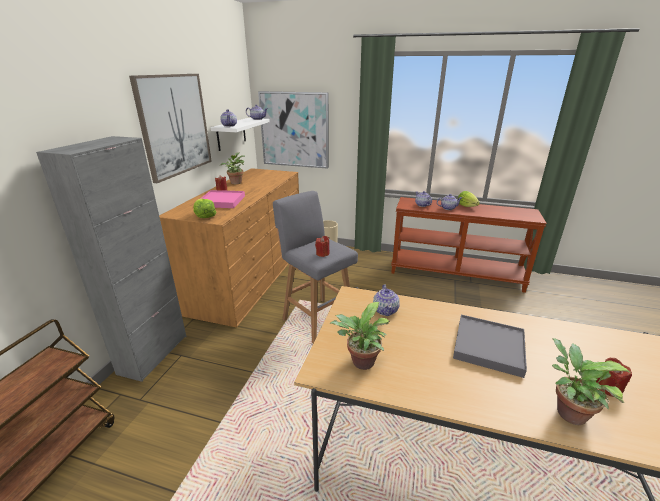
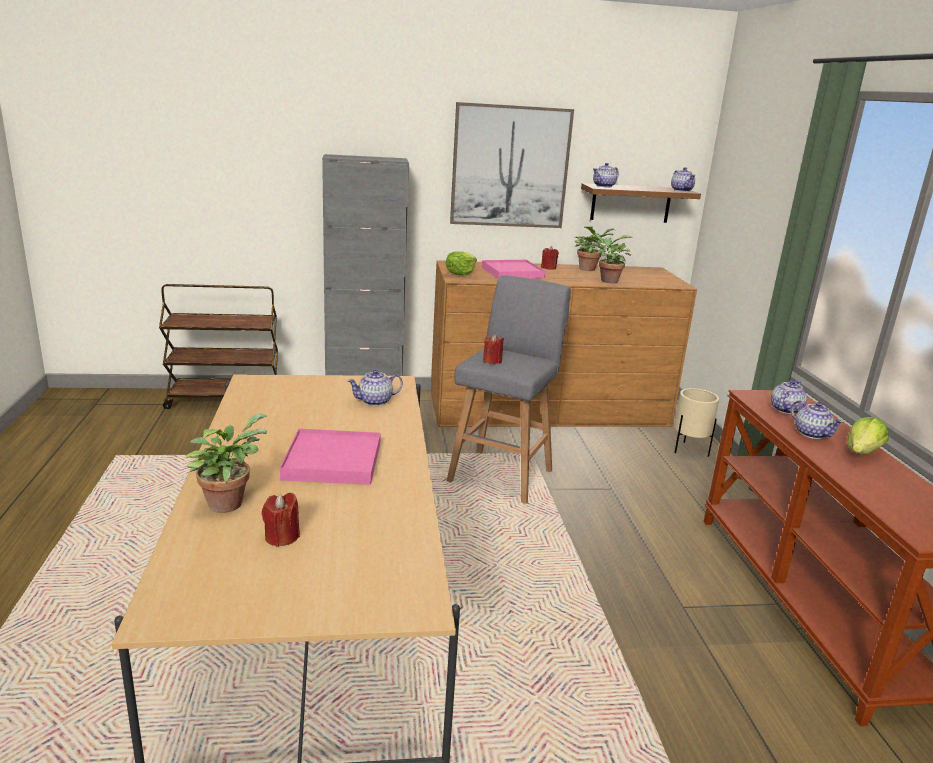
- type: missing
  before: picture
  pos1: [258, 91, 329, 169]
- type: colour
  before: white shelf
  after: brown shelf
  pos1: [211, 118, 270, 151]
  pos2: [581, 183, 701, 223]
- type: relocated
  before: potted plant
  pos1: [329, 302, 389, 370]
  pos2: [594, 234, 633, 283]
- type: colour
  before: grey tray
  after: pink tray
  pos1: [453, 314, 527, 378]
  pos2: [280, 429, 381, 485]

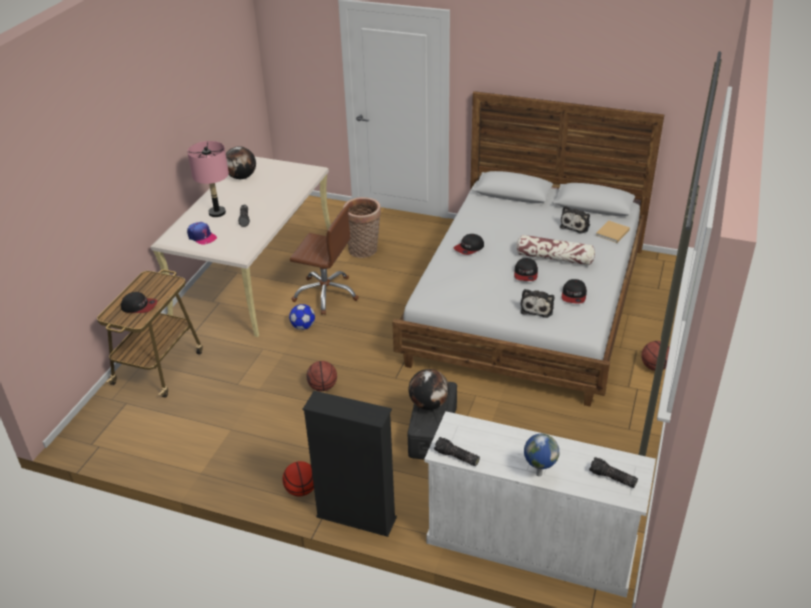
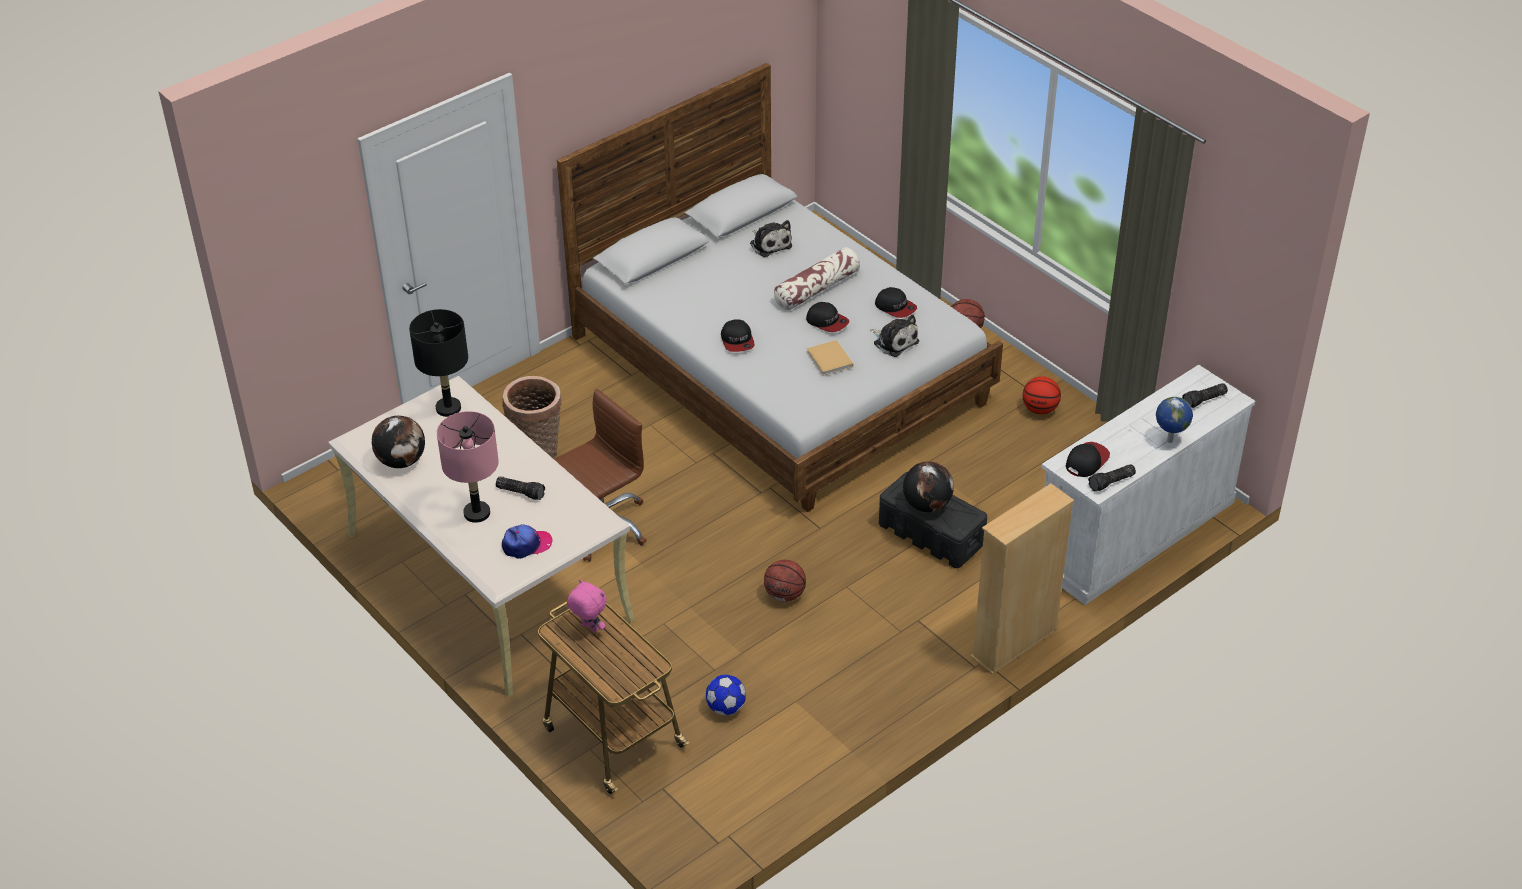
- type: relocated
  before: beige book
  pos1: [596, 221, 630, 243]
  pos2: [807, 340, 853, 376]
- type: relocated
  before: cap
  pos1: [121, 292, 157, 313]
  pos2: [1066, 442, 1110, 477]
- type: relocated
  before: football
  pos1: [289, 304, 315, 330]
  pos2: [706, 675, 746, 715]
- type: colour
  before: black bookcase
  after: beige bookcase
  pos1: [302, 391, 397, 537]
  pos2: [970, 483, 1074, 675]
- type: relocated
  before: basketball
  pos1: [282, 461, 314, 497]
  pos2: [1023, 376, 1061, 415]
- type: appeared
  after: black table lamp
  pos2: [409, 309, 468, 417]
- type: appeared
  after: pink plush toy
  pos2: [567, 579, 607, 633]

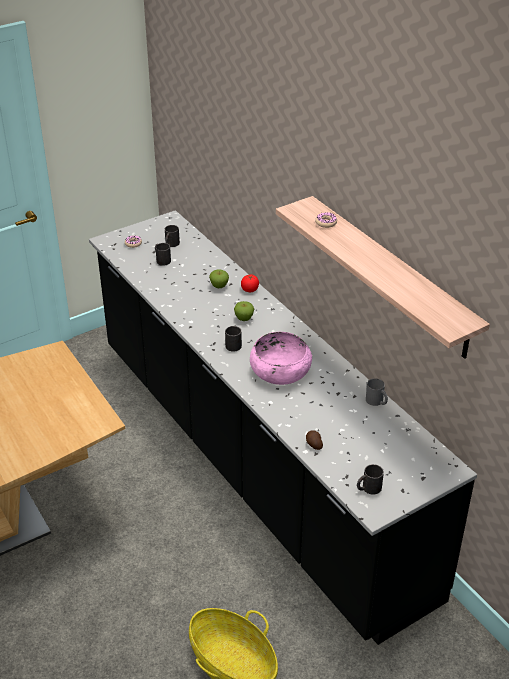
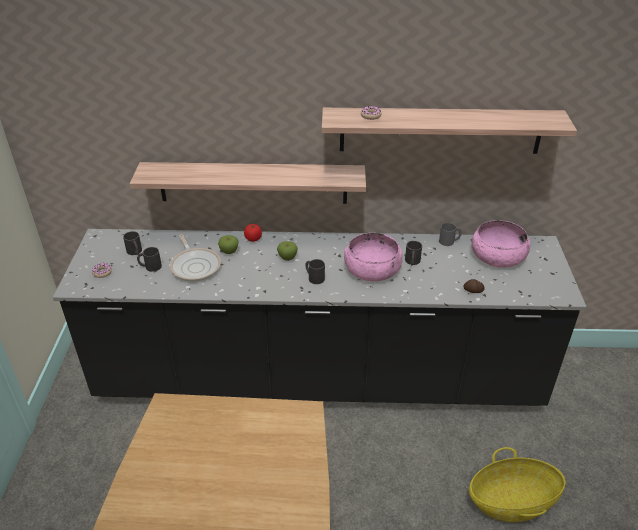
- type: relocated
  before: black mug
  pos1: [357, 464, 384, 495]
  pos2: [405, 241, 422, 266]
- type: appeared
  after: shelf
  pos2: [130, 162, 366, 204]
- type: appeared
  after: pink bowl
  pos2: [471, 220, 531, 268]
- type: appeared
  after: frying pan
  pos2: [170, 234, 221, 282]

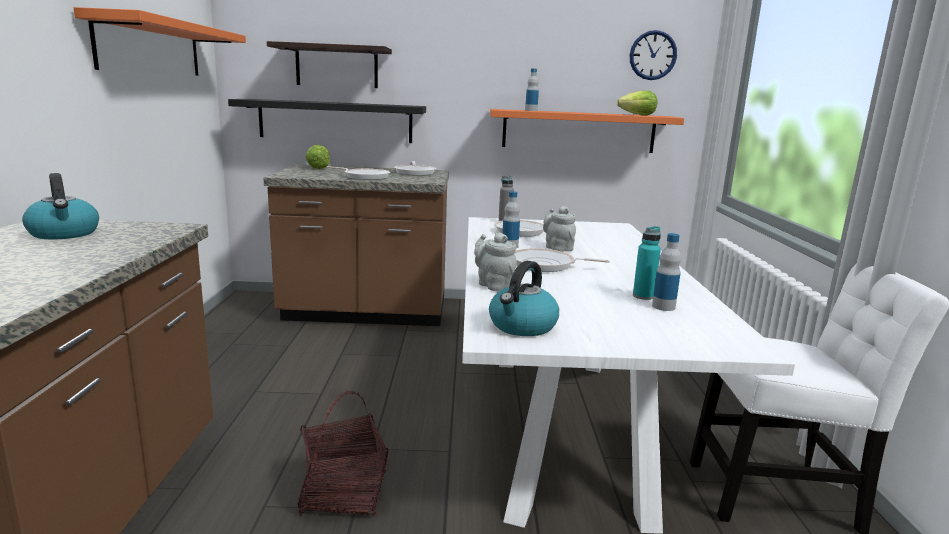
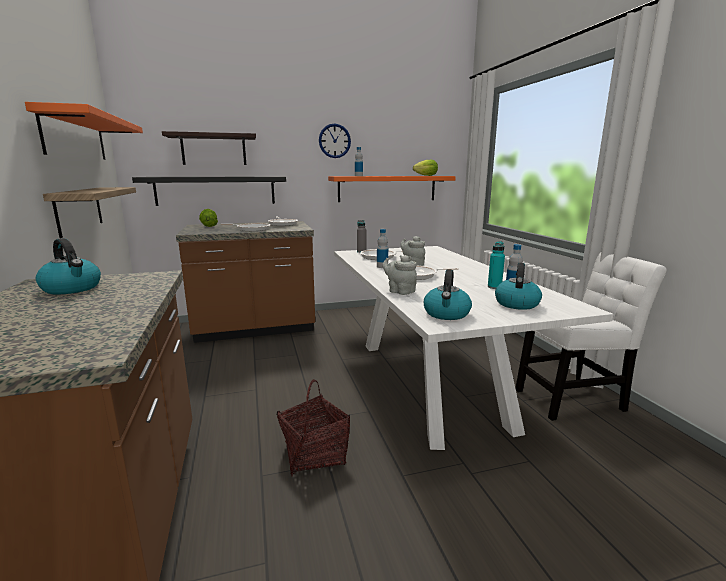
- type: relocated
  before: wall clock
  pos1: [630, 30, 677, 80]
  pos2: [319, 124, 351, 158]
- type: appeared
  after: shelf
  pos2: [43, 187, 136, 238]
- type: appeared
  after: kettle
  pos2: [495, 263, 542, 310]

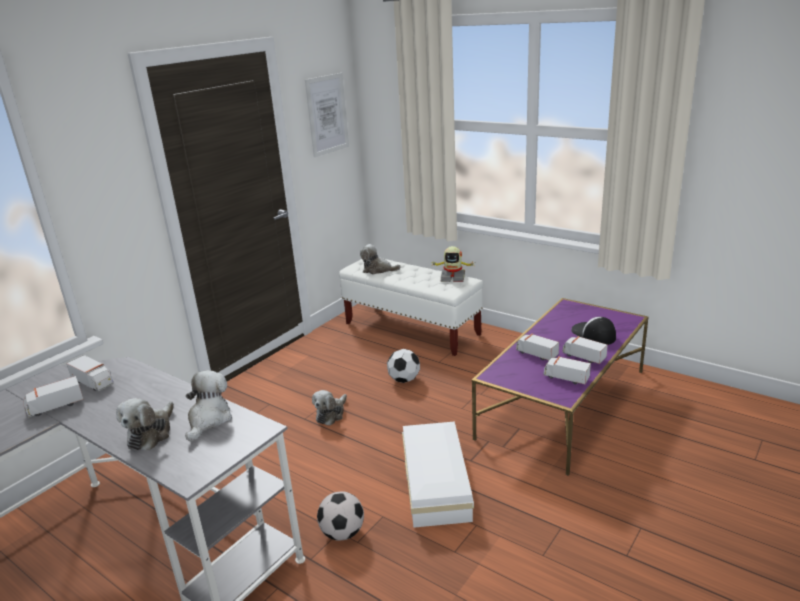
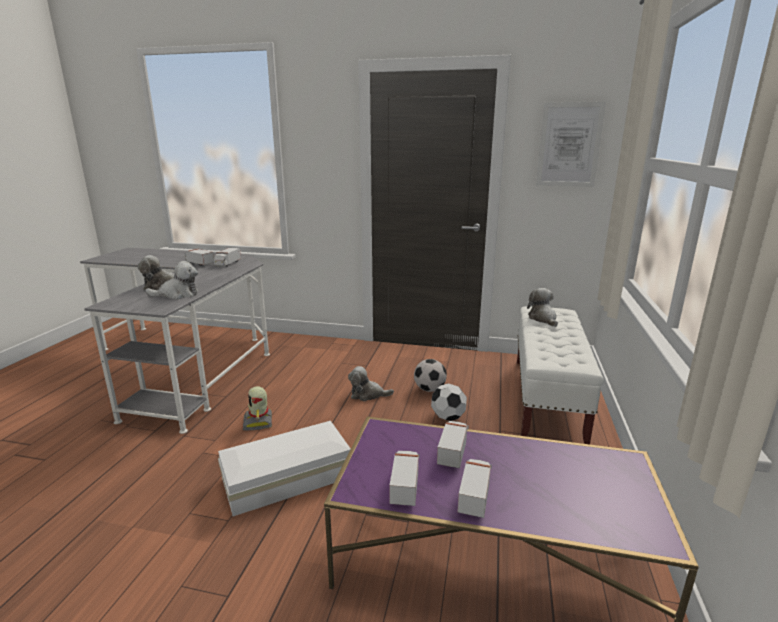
- type: relocated
  before: toy robot
  pos1: [431, 246, 473, 282]
  pos2: [243, 386, 272, 431]
- type: missing
  before: cap
  pos1: [571, 317, 616, 345]
- type: relocated
  before: football
  pos1: [317, 491, 364, 540]
  pos2: [414, 359, 447, 392]

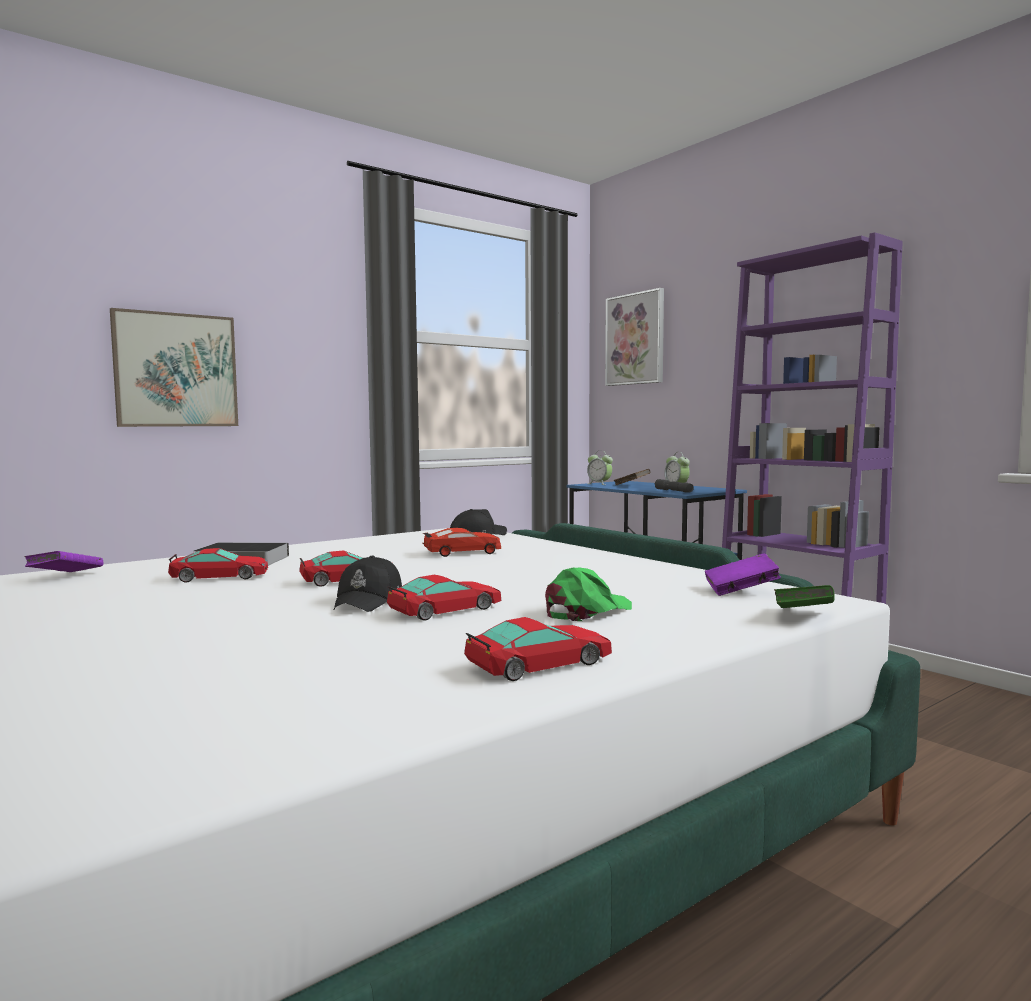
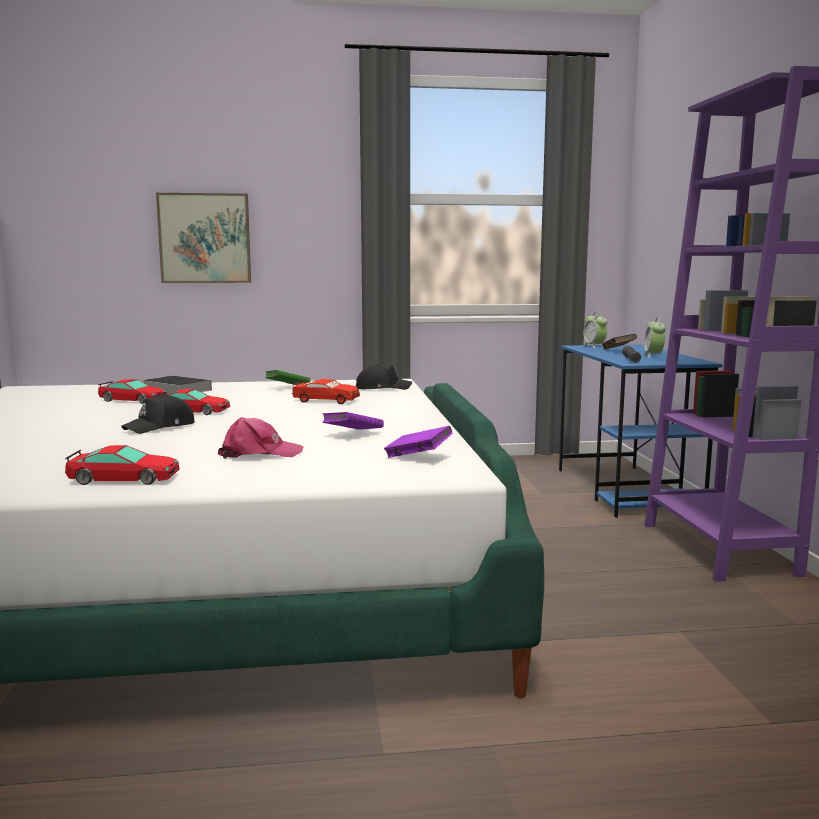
- type: missing
  before: picture
  pos1: [605, 288, 664, 386]
- type: relocated
  before: purple book
  pos1: [25, 551, 103, 572]
  pos2: [323, 412, 384, 430]
- type: colour
  before: green cap
  after: pink cap
  pos1: [545, 567, 632, 621]
  pos2: [218, 417, 303, 459]
- type: missing
  before: toy car
  pos1: [387, 575, 501, 621]
- type: relocated
  before: green book
  pos1: [774, 585, 835, 608]
  pos2: [265, 370, 310, 385]

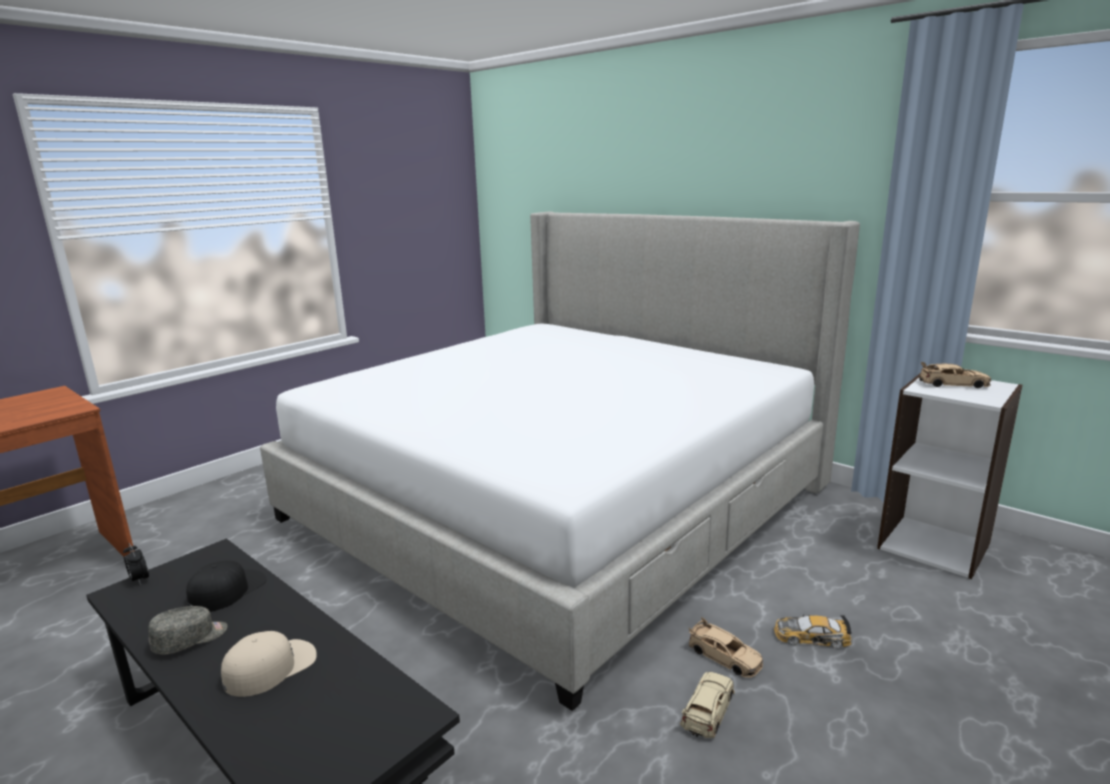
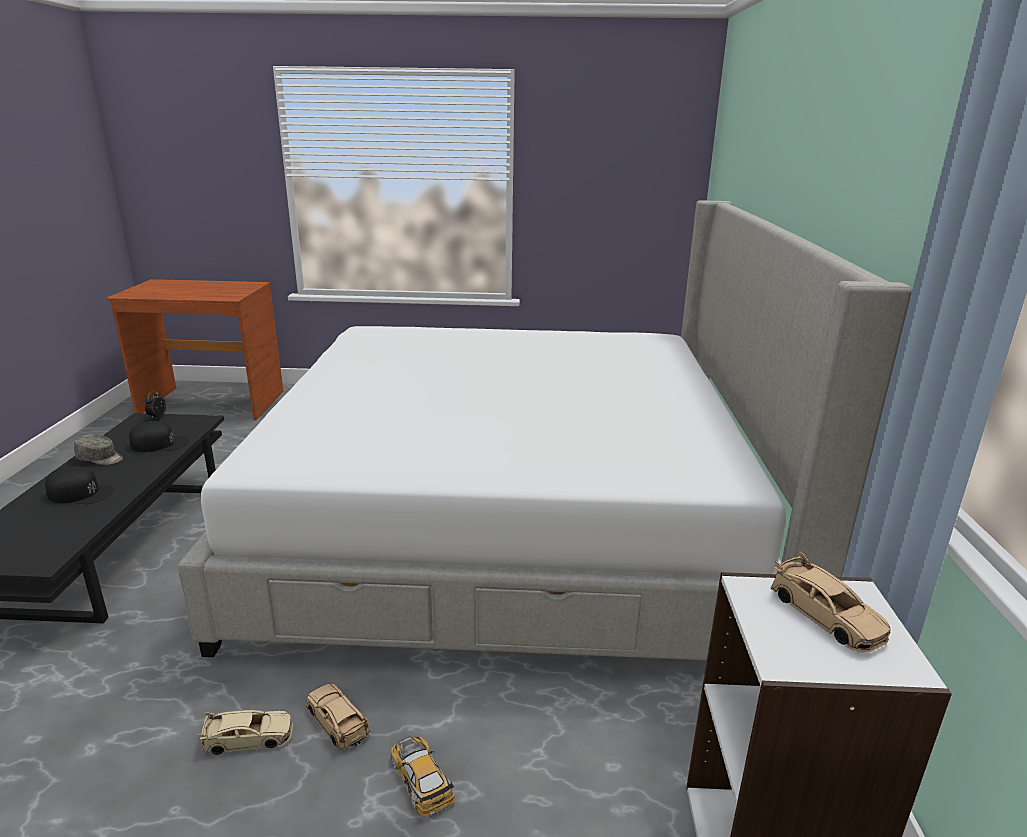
- type: spun
  before: beige toy car
  pos1: [689, 617, 763, 678]
  pos2: [306, 684, 370, 750]
  turn: 135
- type: colour
  before: beige cap
  after: black cap
  pos1: [221, 631, 317, 697]
  pos2: [45, 466, 114, 504]

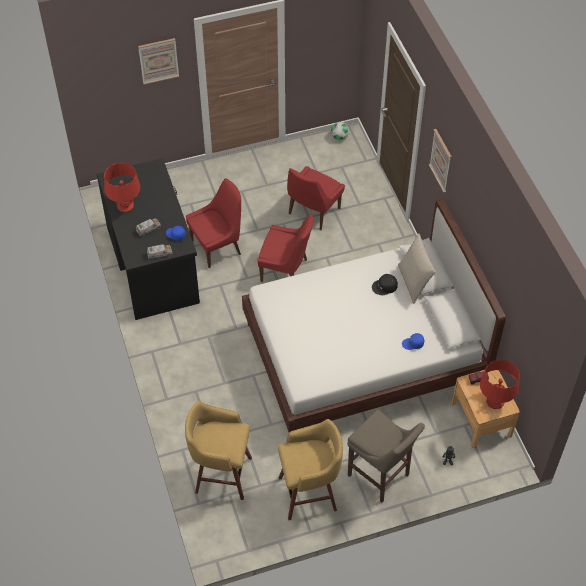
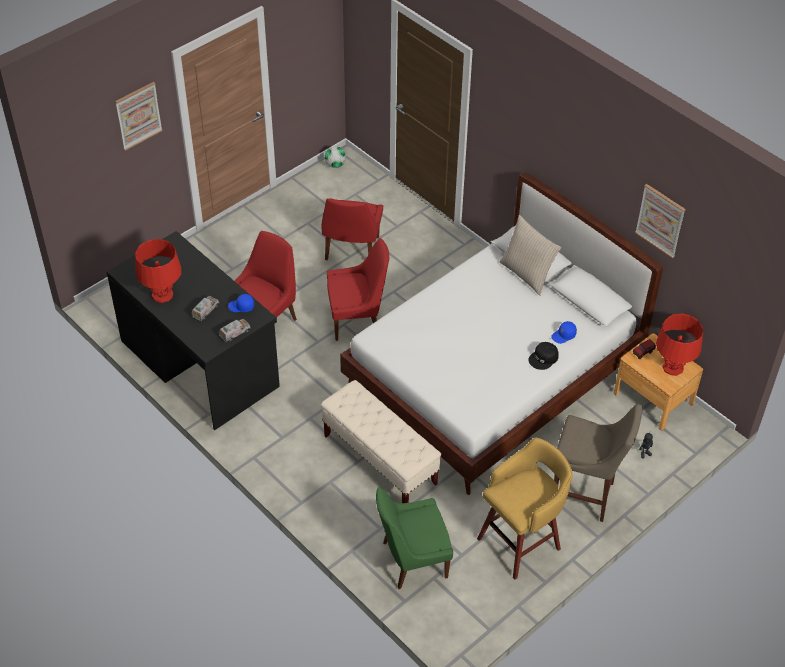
- type: relocated
  before: picture
  pos1: [429, 129, 452, 193]
  pos2: [635, 184, 686, 258]
- type: relocated
  before: black cap
  pos1: [372, 274, 398, 295]
  pos2: [529, 342, 559, 370]
- type: exchanged
  before: yellow stool
  after: green chair
  pos1: [185, 401, 252, 500]
  pos2: [376, 487, 453, 589]
- type: appeared
  after: beige bench
  pos2: [321, 380, 441, 503]

